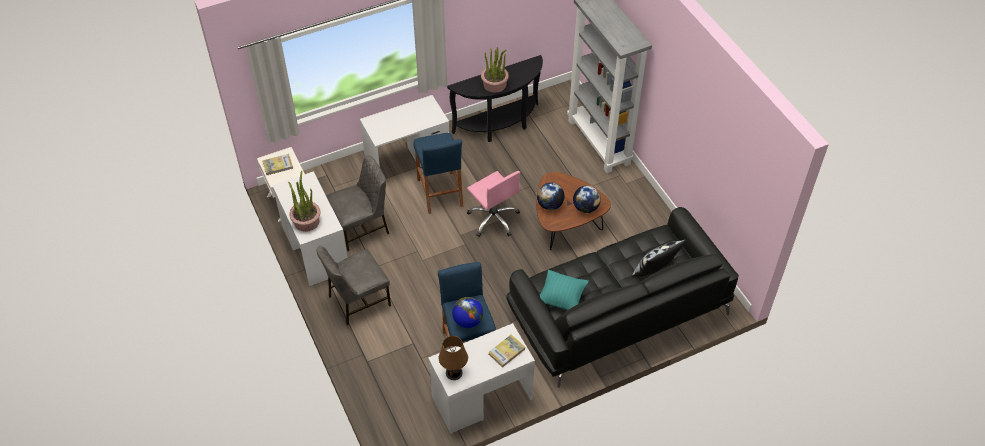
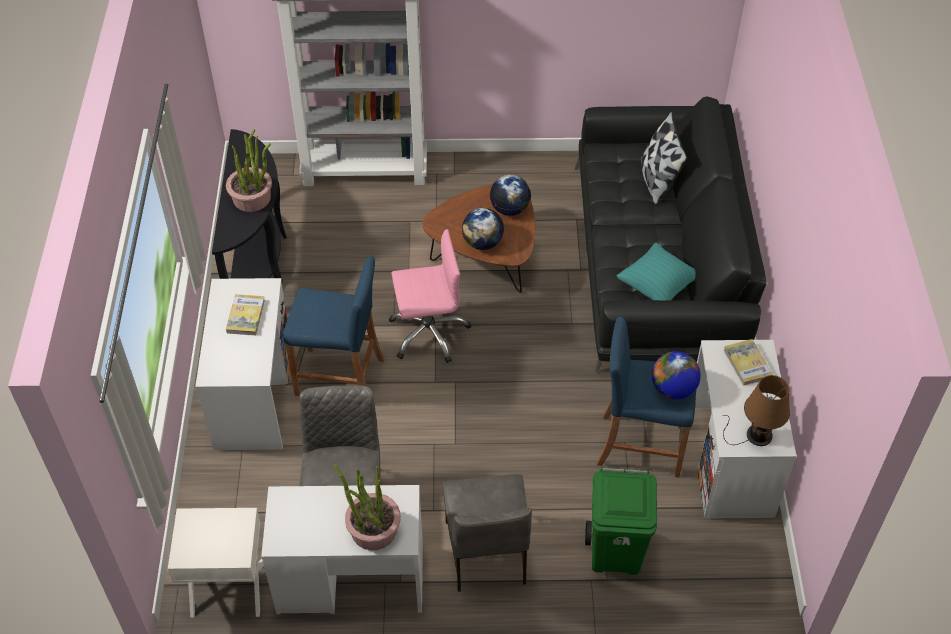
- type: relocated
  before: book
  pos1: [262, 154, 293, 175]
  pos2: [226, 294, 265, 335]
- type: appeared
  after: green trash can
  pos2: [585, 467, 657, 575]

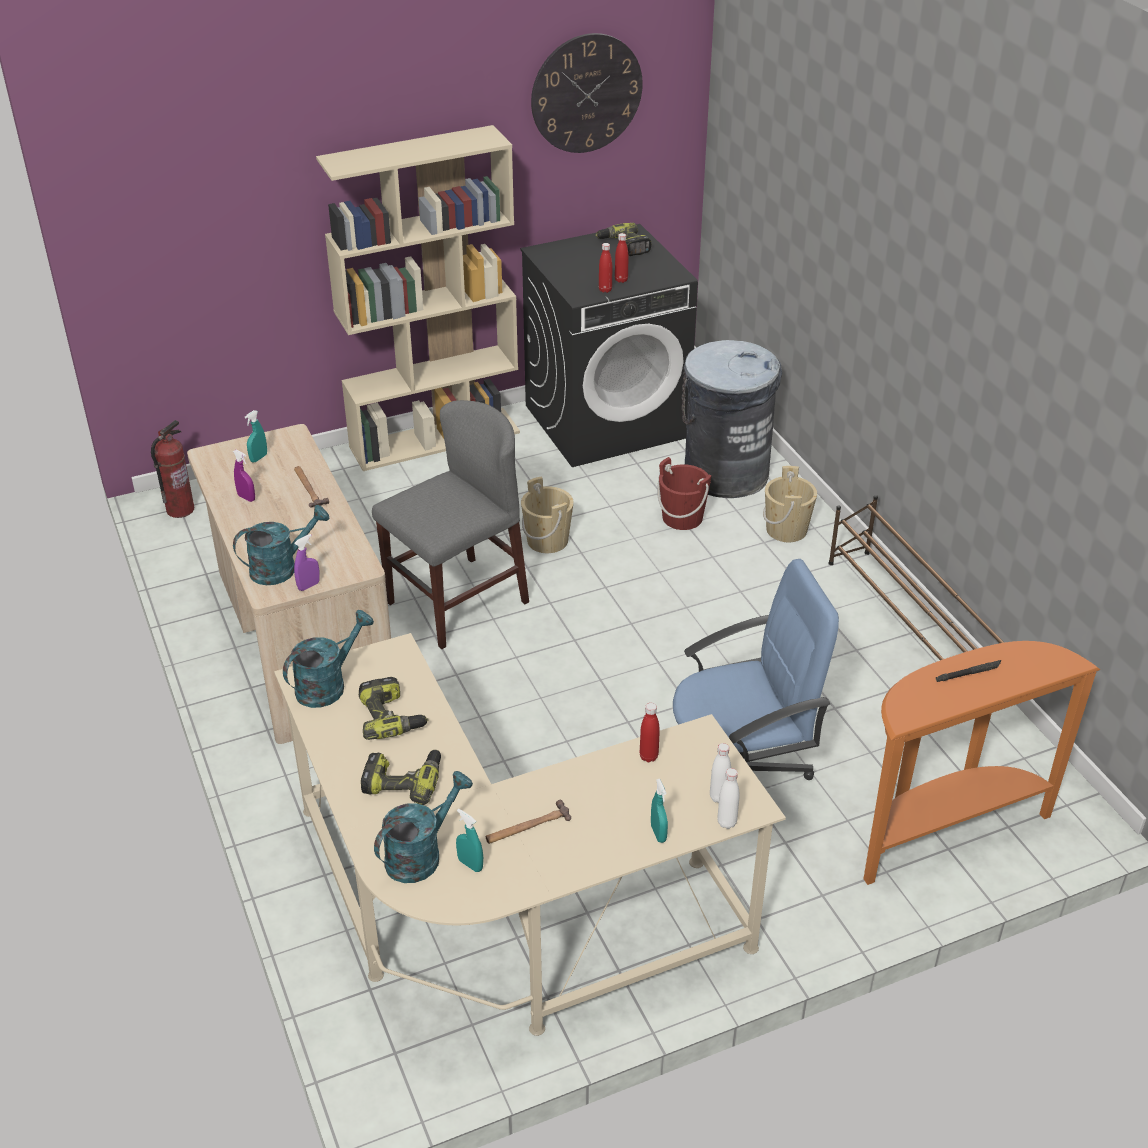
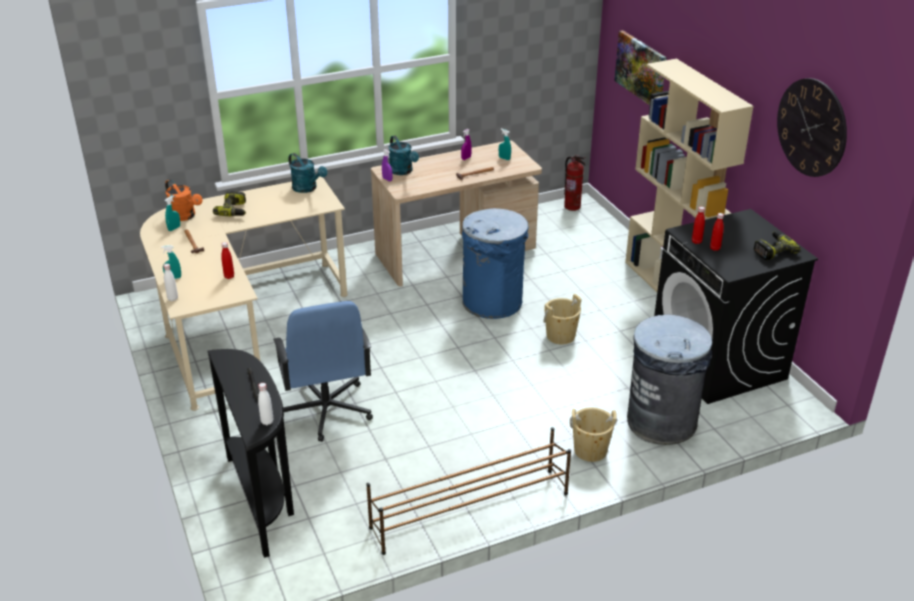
- type: exchanged
  before: grey chair
  after: blue trash can
  pos1: [372, 400, 529, 649]
  pos2: [462, 208, 529, 319]
- type: missing
  before: red bucket
  pos1: [657, 457, 712, 530]
- type: colour
  before: orange console table
  after: black console table
  pos1: [863, 641, 1100, 885]
  pos2: [207, 349, 294, 558]
- type: missing
  before: power drill
  pos1: [359, 677, 429, 740]
- type: relocated
  before: white bottle
  pos1: [710, 743, 731, 803]
  pos2: [258, 383, 273, 425]
- type: colour
  before: turquoise watering can
  after: orange watering can
  pos1: [374, 771, 473, 883]
  pos2: [165, 180, 203, 221]
- type: appeared
  after: picture
  pos2: [614, 30, 667, 105]

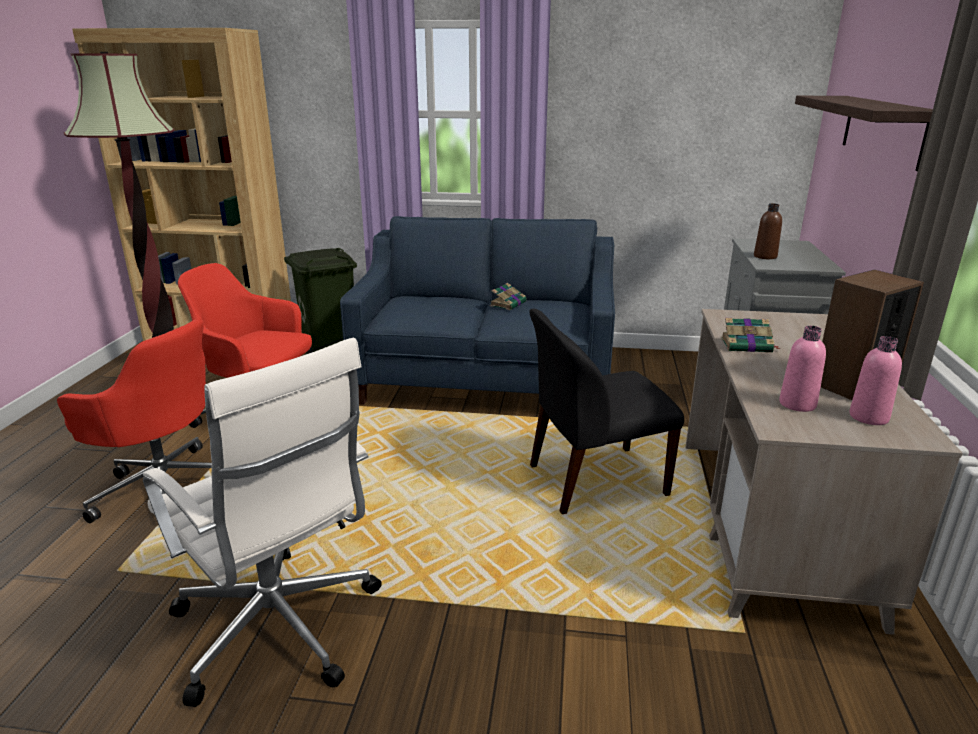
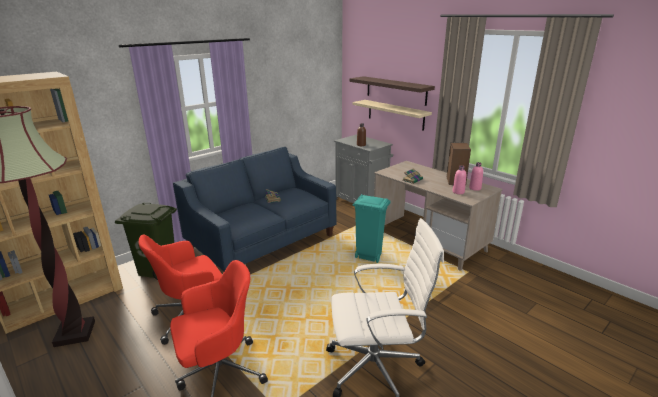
- type: exchanged
  before: black chair
  after: turquoise trash can
  pos1: [529, 309, 684, 514]
  pos2: [353, 194, 390, 263]
- type: appeared
  after: beige shelf
  pos2: [352, 100, 432, 131]

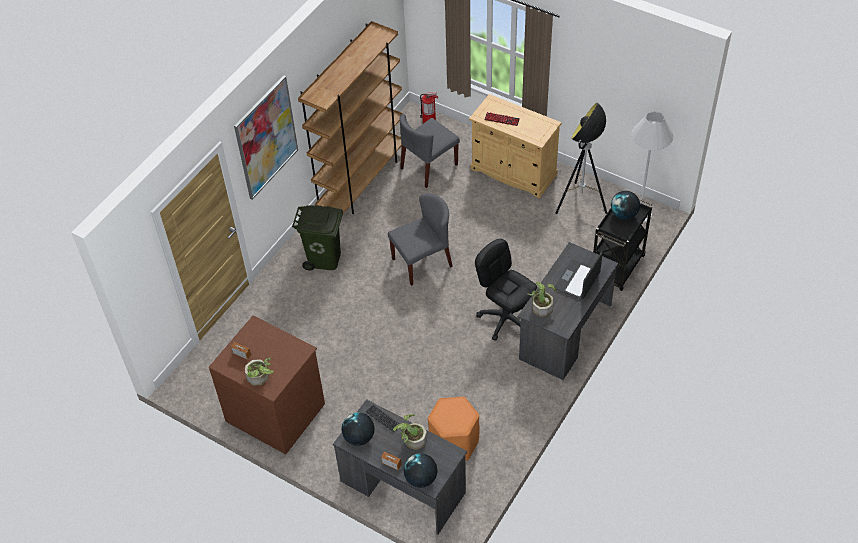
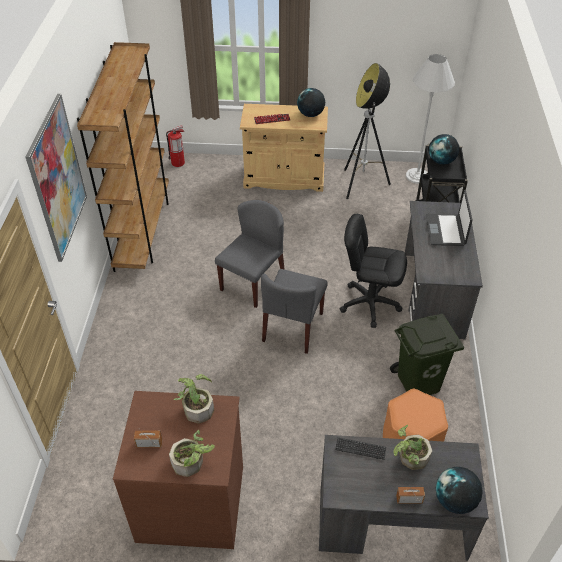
- type: relocated
  before: grey chair
  pos1: [399, 114, 460, 188]
  pos2: [261, 269, 328, 354]
- type: relocated
  before: green trash can
  pos1: [292, 205, 343, 270]
  pos2: [390, 314, 464, 395]
- type: relocated
  before: potted plant
  pos1: [528, 282, 557, 317]
  pos2: [173, 374, 214, 424]
- type: relocated
  before: globe
  pos1: [342, 412, 375, 446]
  pos2: [297, 88, 325, 117]

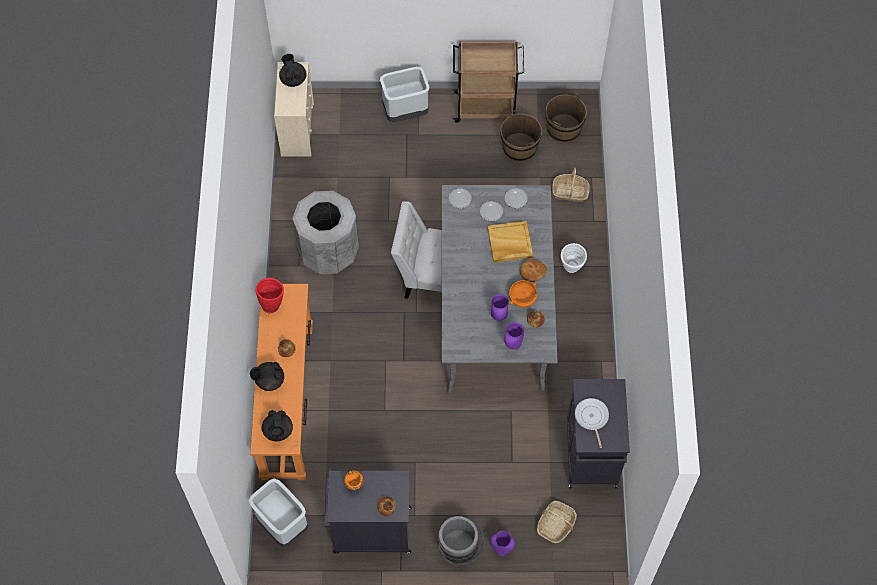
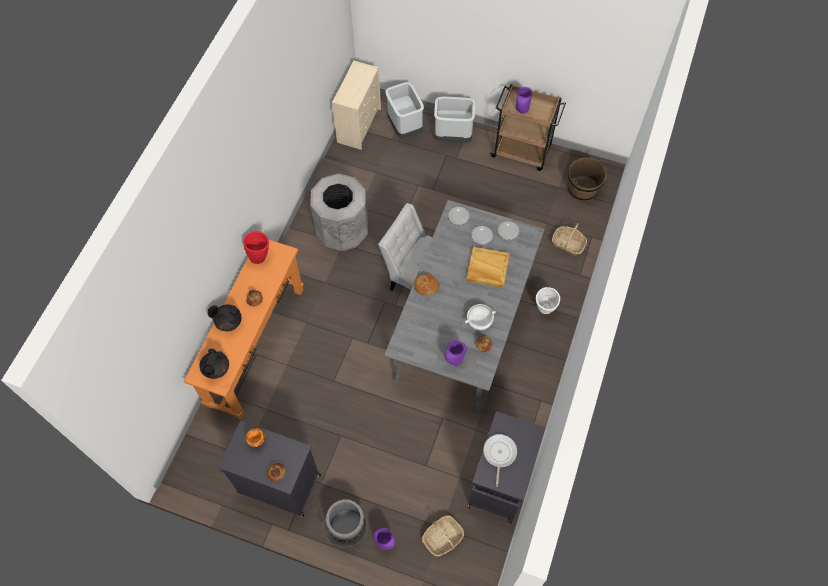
- type: missing
  before: black teapot
  pos1: [279, 54, 307, 87]
- type: missing
  before: brown bucket
  pos1: [500, 110, 542, 162]
- type: relocated
  before: bread
  pos1: [520, 259, 547, 282]
  pos2: [414, 274, 440, 295]
- type: colour
  before: orange bowl
  after: white bowl
  pos1: [509, 280, 537, 308]
  pos2: [465, 304, 496, 330]
- type: relocated
  before: purple vase
  pos1: [491, 294, 509, 321]
  pos2: [516, 87, 532, 114]
- type: relocated
  before: grey trash can
  pos1: [249, 478, 308, 548]
  pos2: [386, 82, 424, 139]

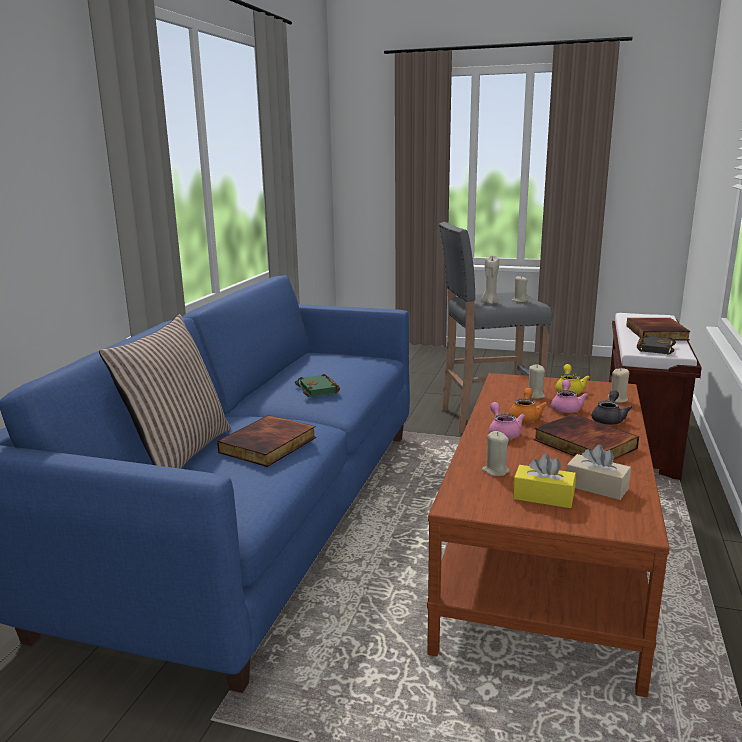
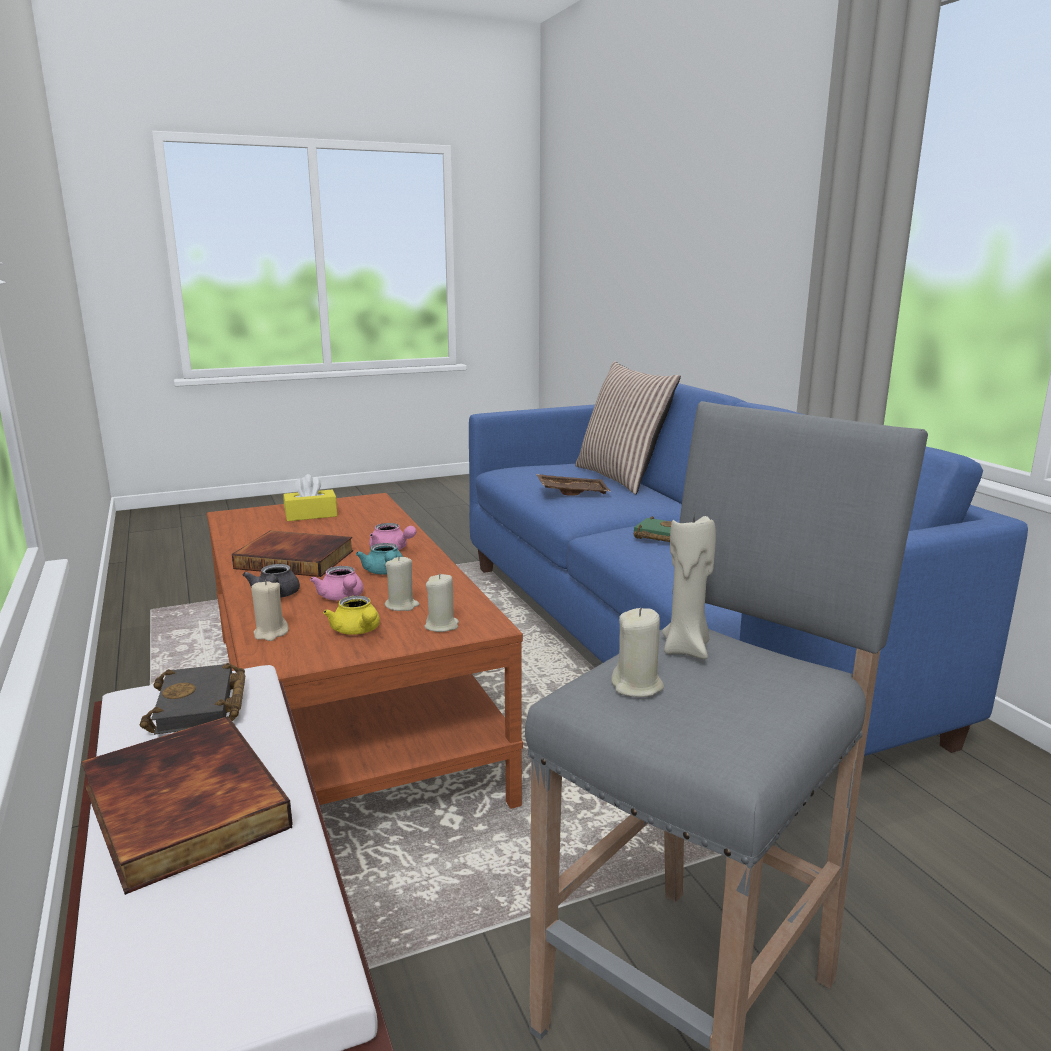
- type: colour
  before: orange teapot
  after: turquoise teapot
  pos1: [509, 388, 547, 422]
  pos2: [356, 543, 403, 574]
- type: exchanged
  before: book
  after: brown tray
  pos1: [217, 415, 316, 467]
  pos2: [536, 474, 611, 495]
- type: relocated
  before: beige candle
  pos1: [482, 431, 510, 476]
  pos2: [424, 574, 459, 632]
- type: missing
  before: beige tissue box
  pos1: [566, 445, 631, 500]

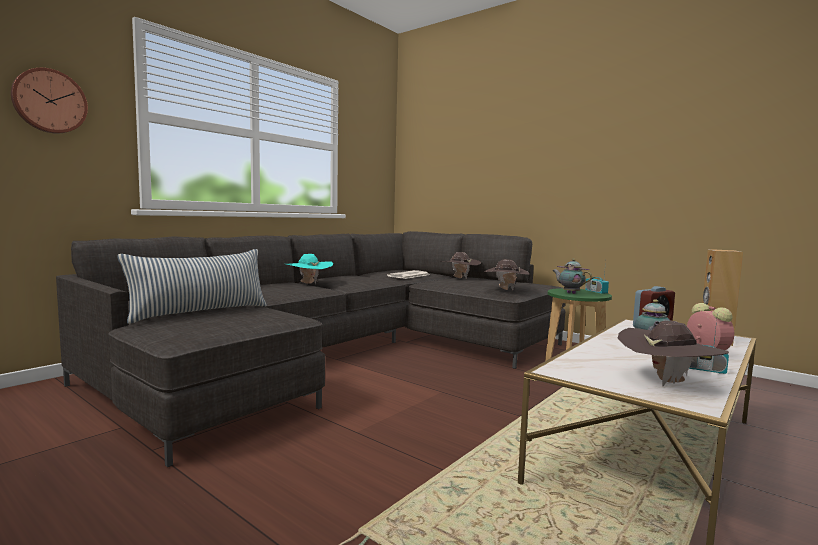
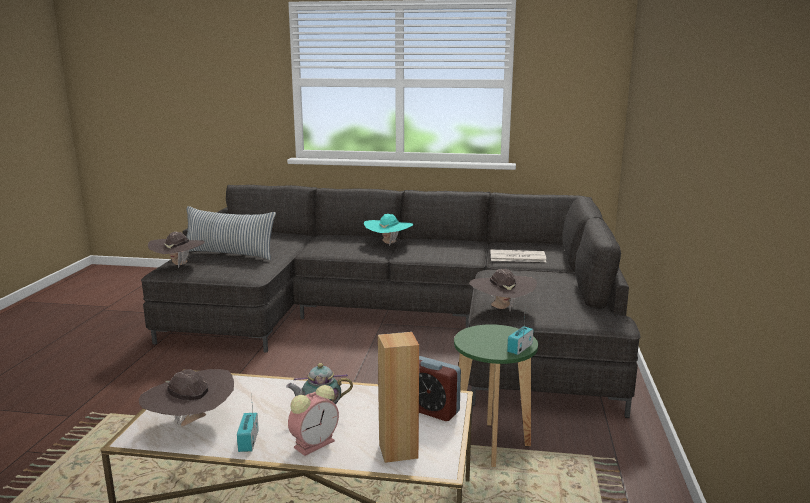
- type: missing
  before: wall clock
  pos1: [11, 68, 88, 134]
- type: relocated
  before: brown hat
  pos1: [440, 252, 481, 279]
  pos2: [148, 232, 205, 268]
- type: missing
  before: teapot
  pos1: [552, 259, 592, 294]

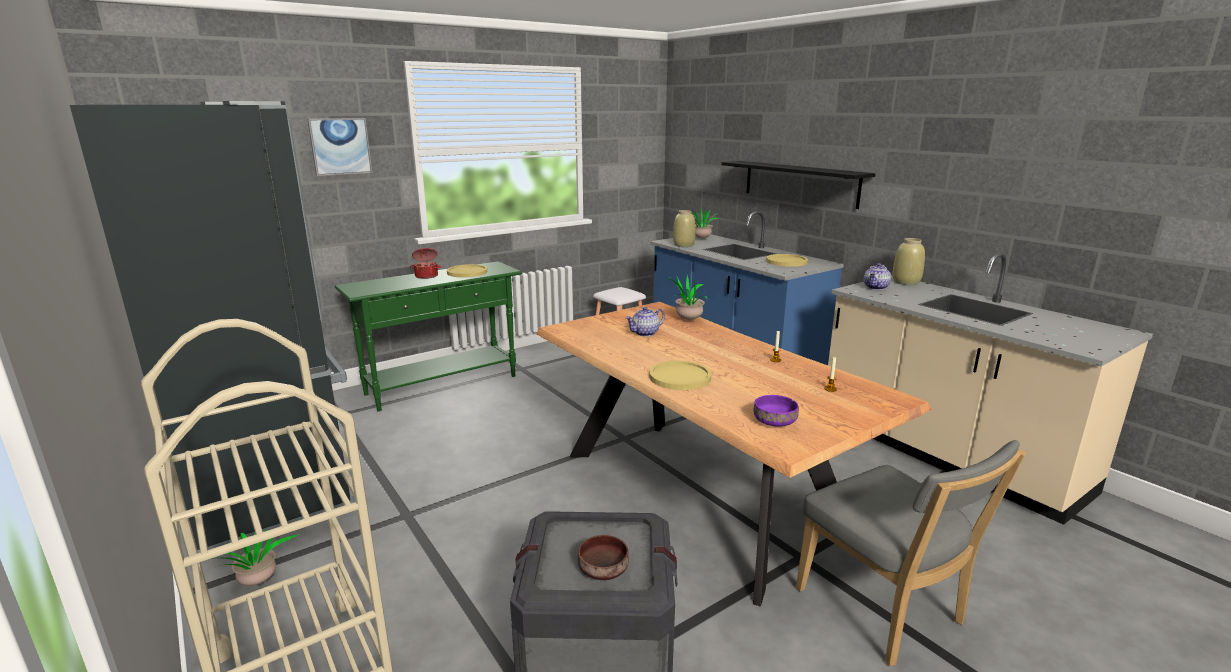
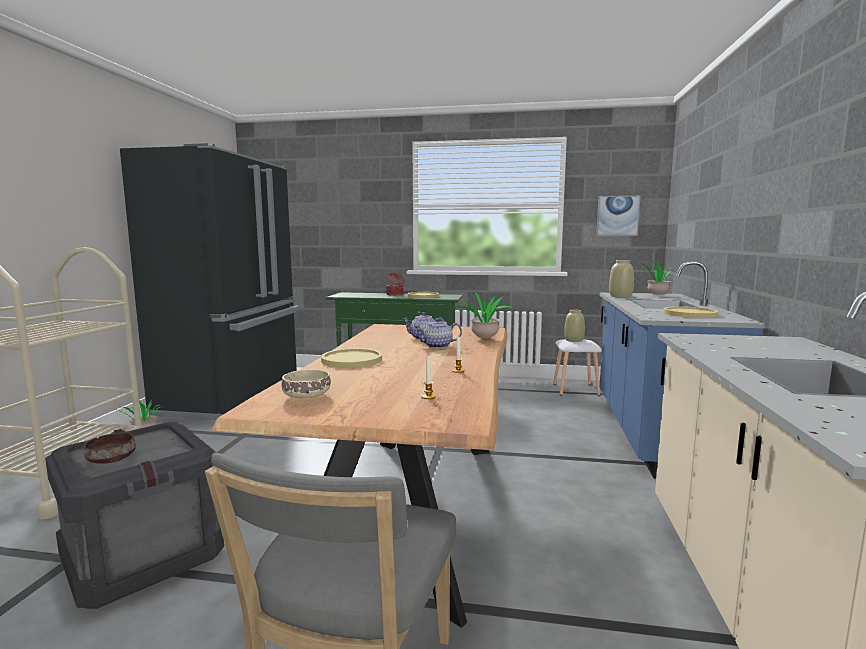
- type: relocated
  before: picture
  pos1: [307, 118, 372, 176]
  pos2: [596, 195, 641, 236]
- type: missing
  before: black shelf
  pos1: [721, 161, 876, 209]
- type: relocated
  before: beige vase
  pos1: [892, 238, 925, 285]
  pos2: [564, 309, 585, 342]
- type: relocated
  before: teapot
  pos1: [864, 263, 891, 290]
  pos2: [414, 318, 462, 348]
- type: colour
  before: purple bowl
  after: beige bowl
  pos1: [753, 395, 799, 427]
  pos2: [282, 370, 331, 399]

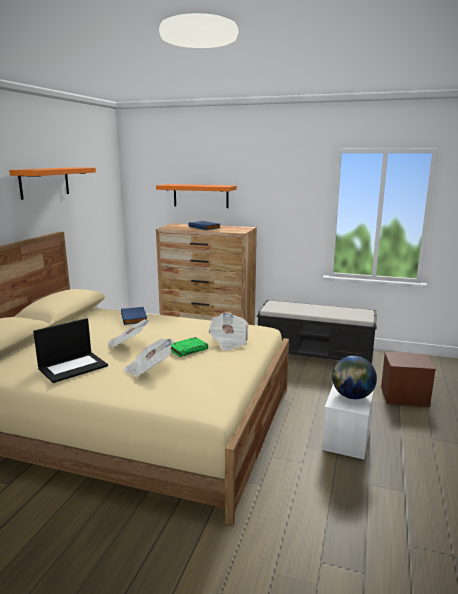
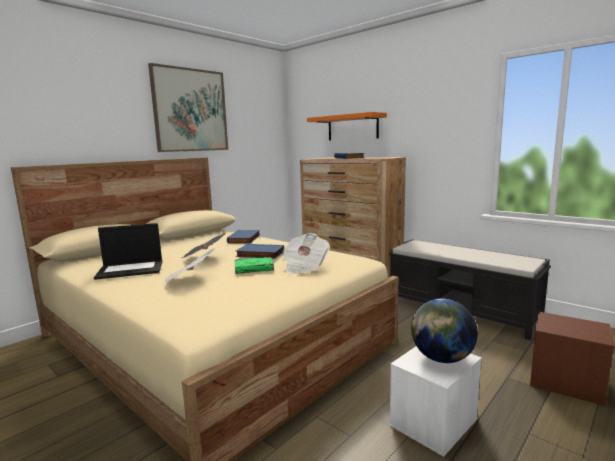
- type: exchanged
  before: orange shelf
  after: picture
  pos1: [9, 167, 96, 200]
  pos2: [148, 63, 228, 152]
- type: appeared
  after: blue book
  pos2: [236, 244, 284, 259]

